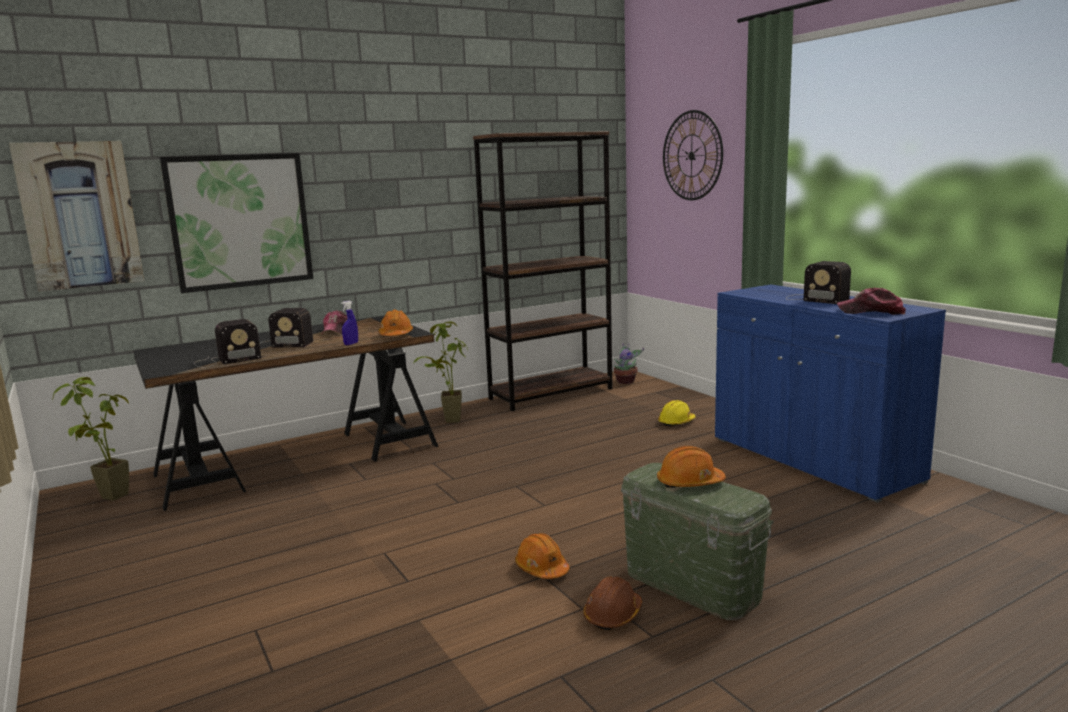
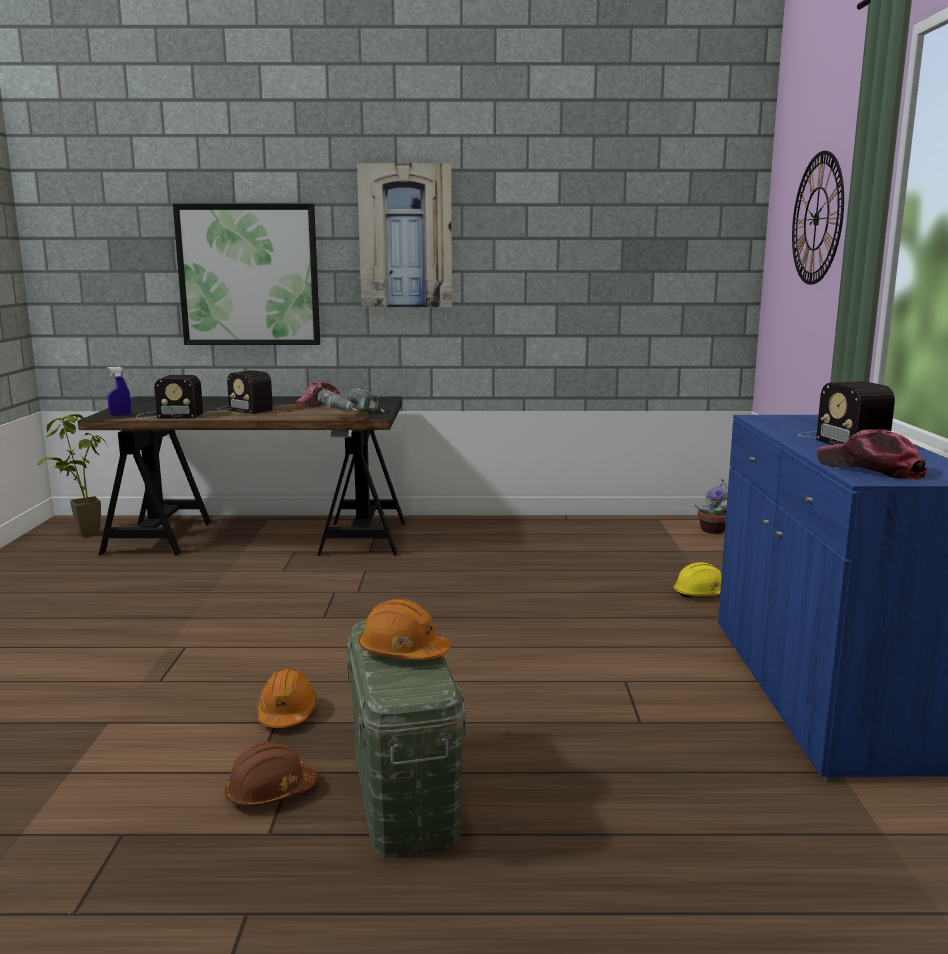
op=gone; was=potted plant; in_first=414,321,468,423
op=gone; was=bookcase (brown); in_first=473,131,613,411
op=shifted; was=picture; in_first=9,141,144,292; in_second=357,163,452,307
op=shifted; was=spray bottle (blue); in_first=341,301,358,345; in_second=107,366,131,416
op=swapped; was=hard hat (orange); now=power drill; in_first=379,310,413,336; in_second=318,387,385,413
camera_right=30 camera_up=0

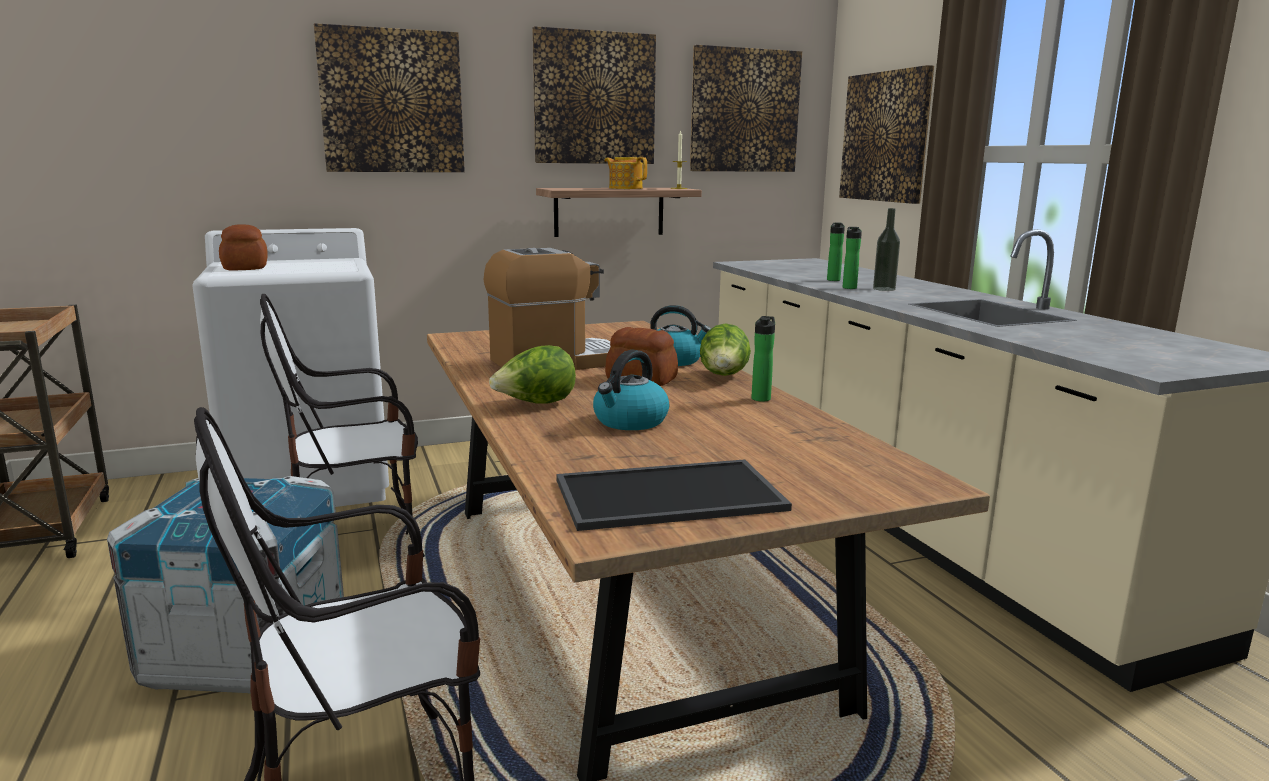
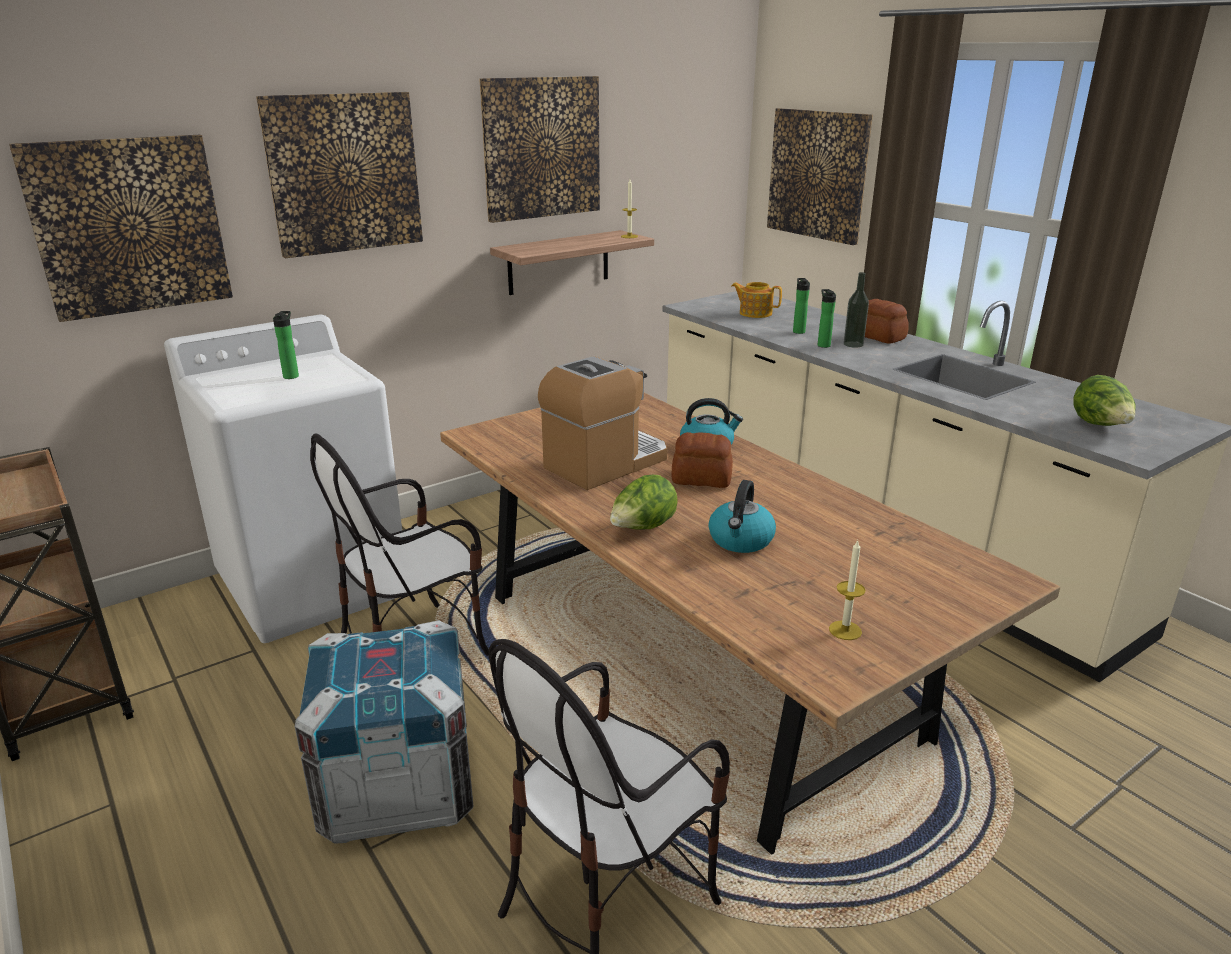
op=shifted; was=bread; in_first=219,225,267,271; in_second=865,299,909,344
op=shifted; was=teapot; in_first=604,157,647,189; in_second=732,282,782,318
op=shifted; was=picture; in_first=690,45,802,172; in_second=9,135,233,322
op=shifted; was=lettuce; in_first=700,324,751,376; in_second=1073,375,1136,426
op=shifted; was=bottle; in_first=752,316,775,402; in_second=273,311,299,379
op=swapped; was=tray; now=candle; in_first=556,459,792,531; in_second=829,540,865,640
camera_right=-15 camera_up=10

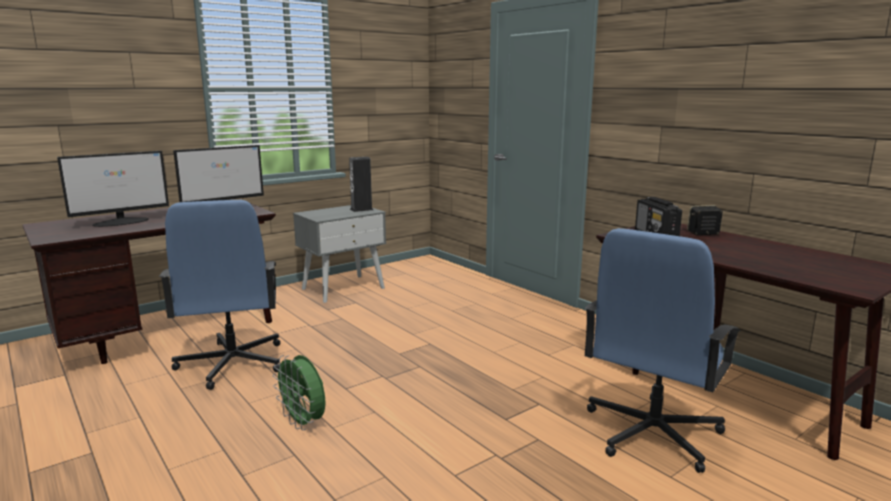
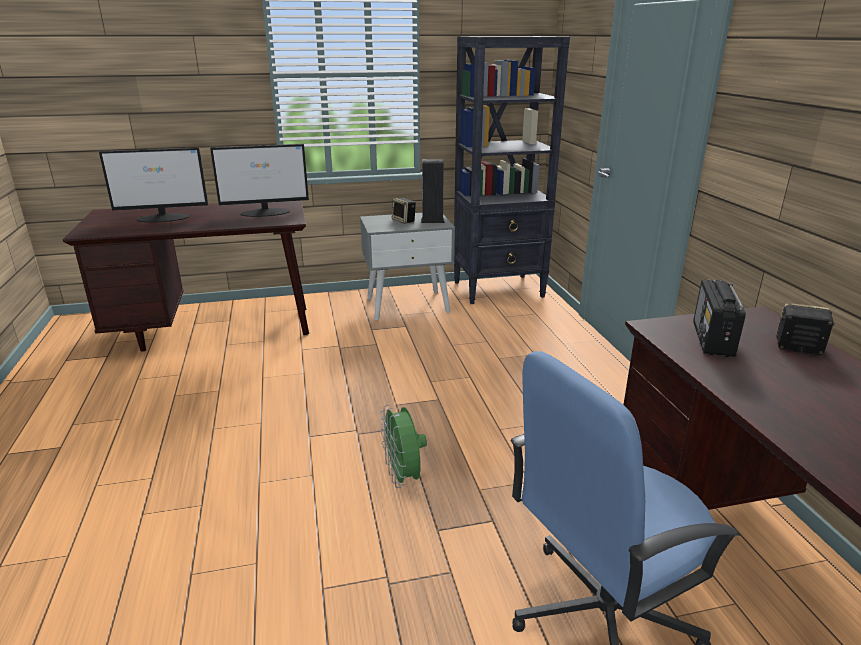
op=gone; was=office chair (blue); in_first=159,200,280,390
op=new; now=speaker; in_second=392,198,416,224
op=new; now=bookcase (black); in_second=454,36,570,304
op=shifted; was=fan (green); in_first=272,355,326,431; in_second=380,405,427,488
camera_right=25 camera_up=10

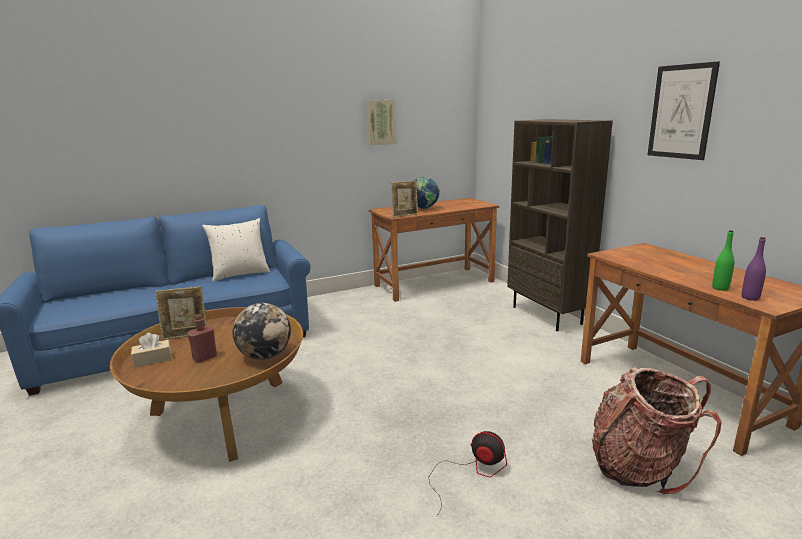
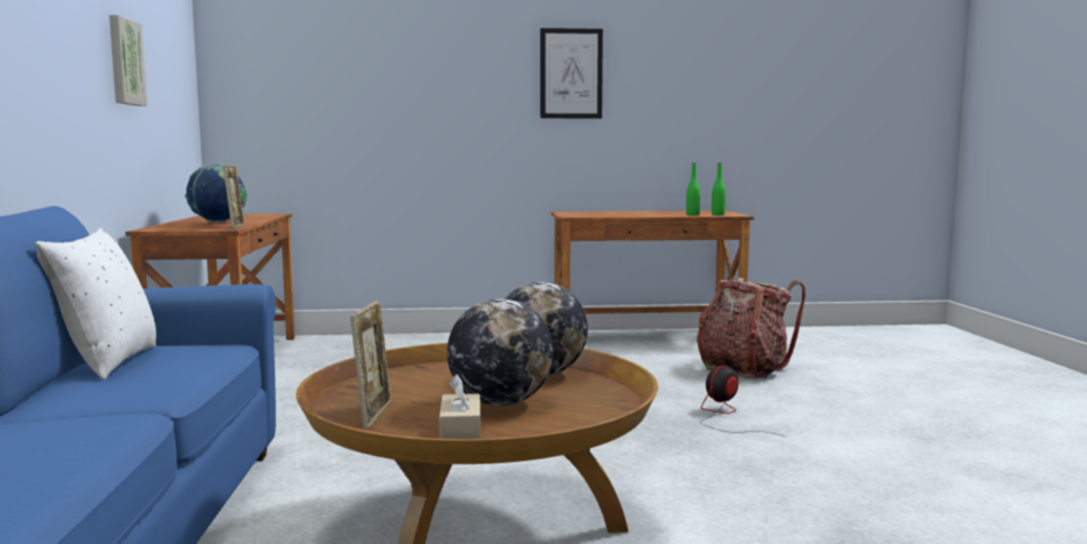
op=gone; was=bookcase (brown); in_first=507,119,613,331
op=swapped; was=bottle (red); now=globe; in_first=187,314,217,362; in_second=447,299,553,406
op=repainted; was=bottle (purple); now=bottle (green); in_first=742,237,766,301; in_second=712,163,726,215
camera_right=-70 camera_up=-10

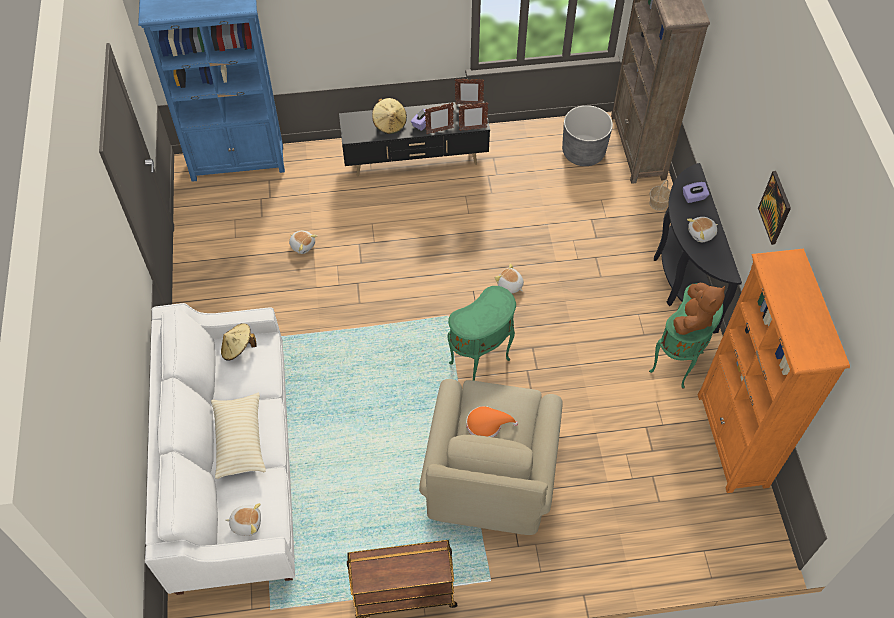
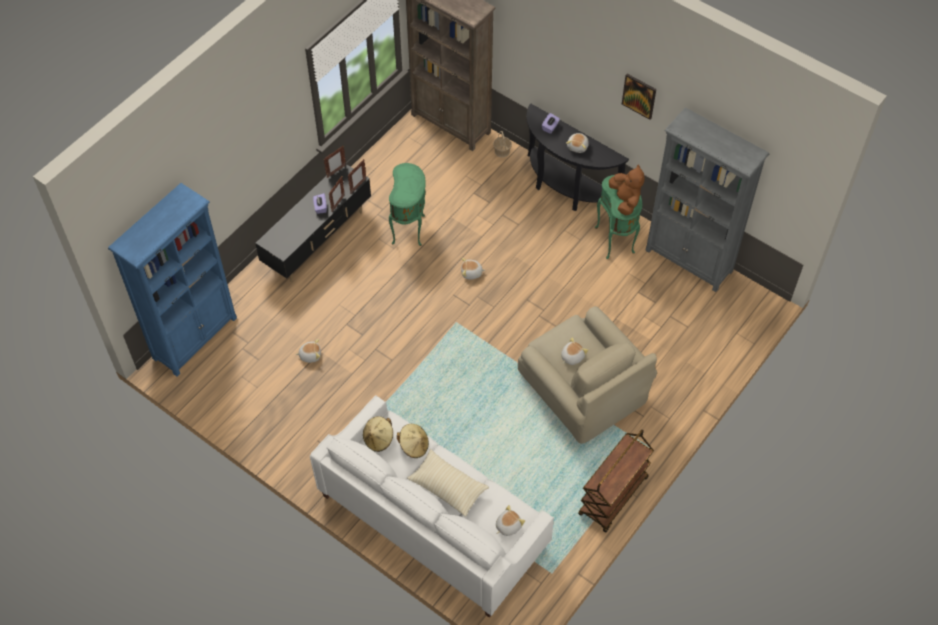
op=gone; was=planter (grey); in_first=562,105,613,166
op=shifted; was=hat (beige); in_first=372,98,407,134; in_second=397,424,429,458
op=shifted; was=side table (green); in_first=448,286,516,381; in_second=389,163,426,246
op=swapped; was=hat (orange); now=plush toy; in_first=466,406,518,437; in_second=561,337,588,365
op=repainted; was=bookcase (orange); now=bookcase (grey); in_first=698,249,850,493; in_second=645,108,769,292
camera_right=-45 camera_up=0

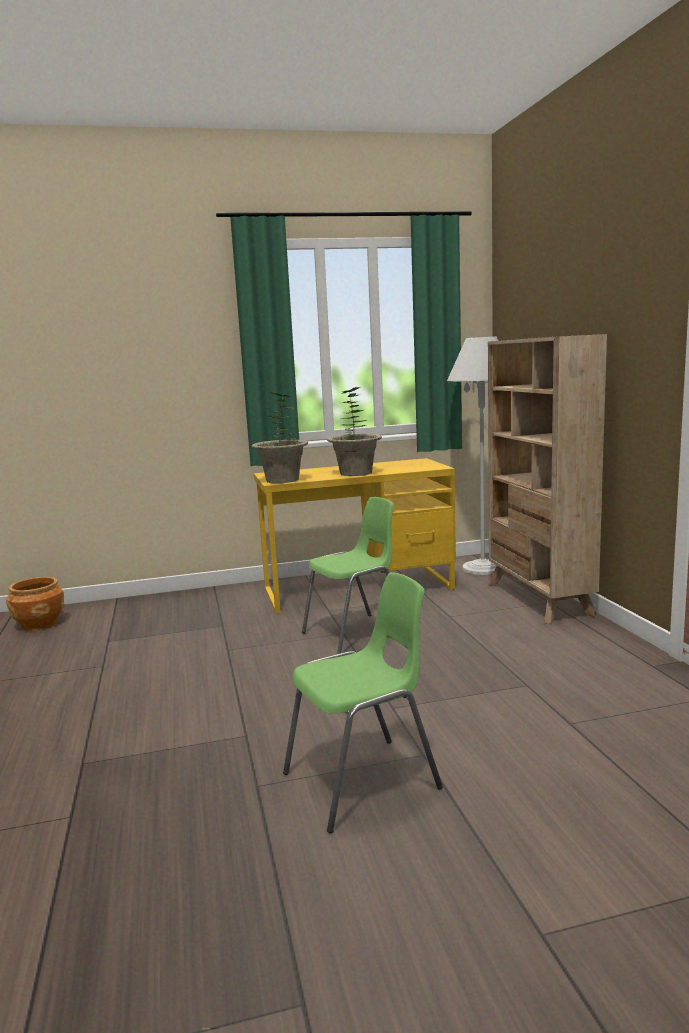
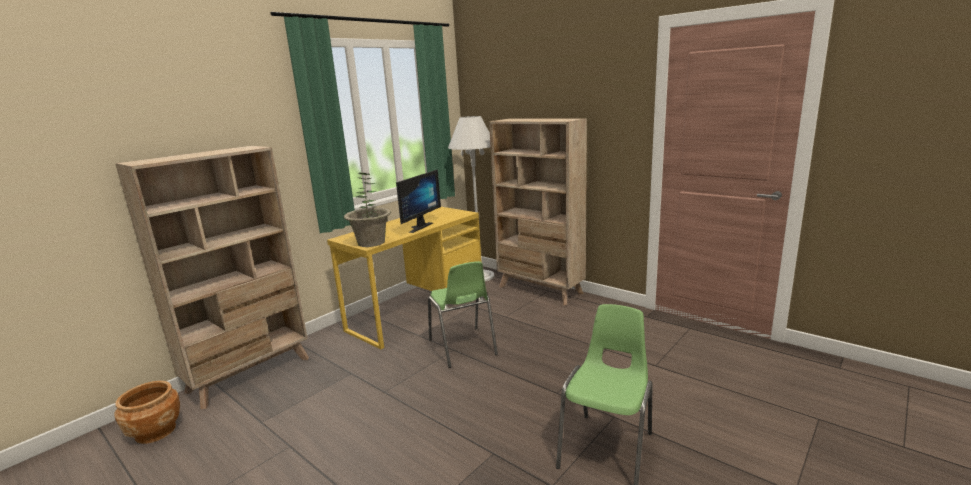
op=new; now=bookcase (beige); in_second=115,146,309,409
op=swapped; was=potted plant; now=monitor; in_first=327,387,382,476; in_second=396,170,441,233
op=rotated; was=chair (green); in_first=302,497,394,654; in_second=428,261,498,368; clockwise=135
camera_right=-35 camera_up=5

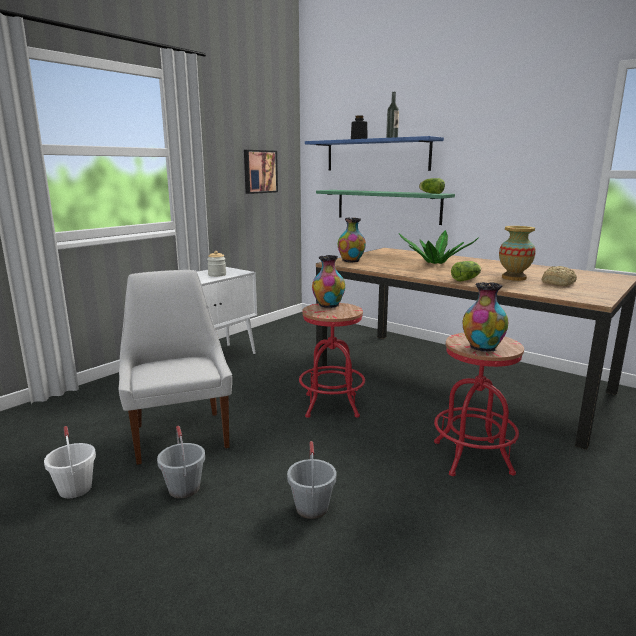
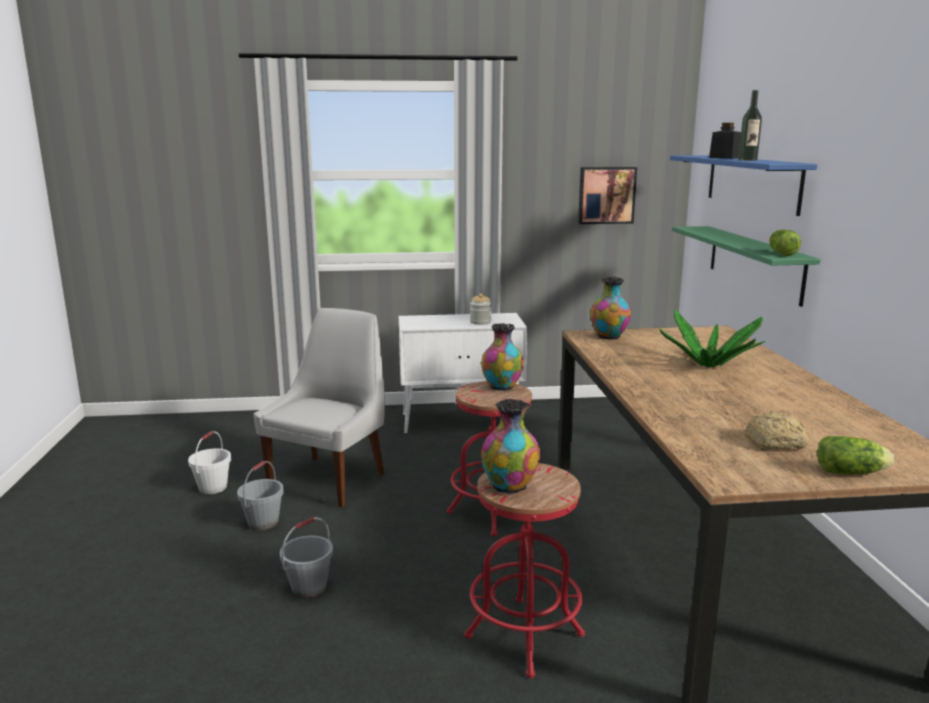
op=gone; was=vase; in_first=499,226,536,281
op=shifted; was=lettuce; in_first=451,261,481,282; in_second=817,436,894,474
camera_right=45 camera_up=0

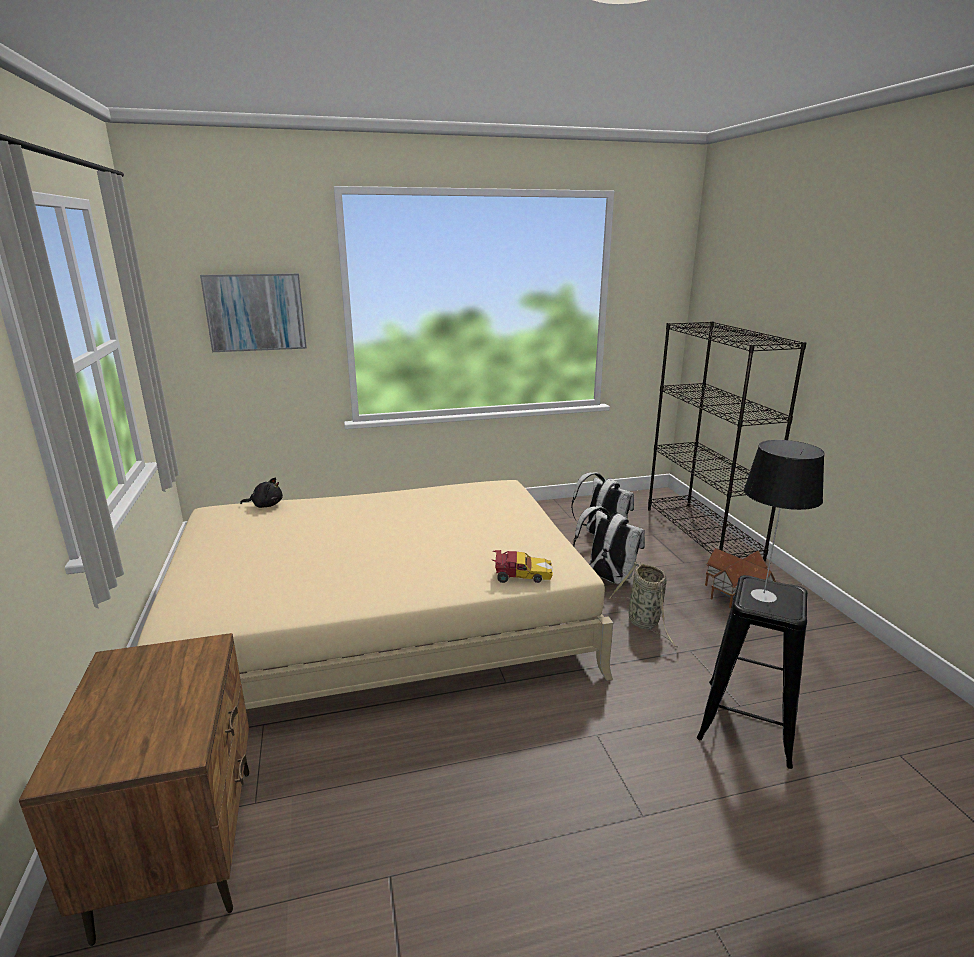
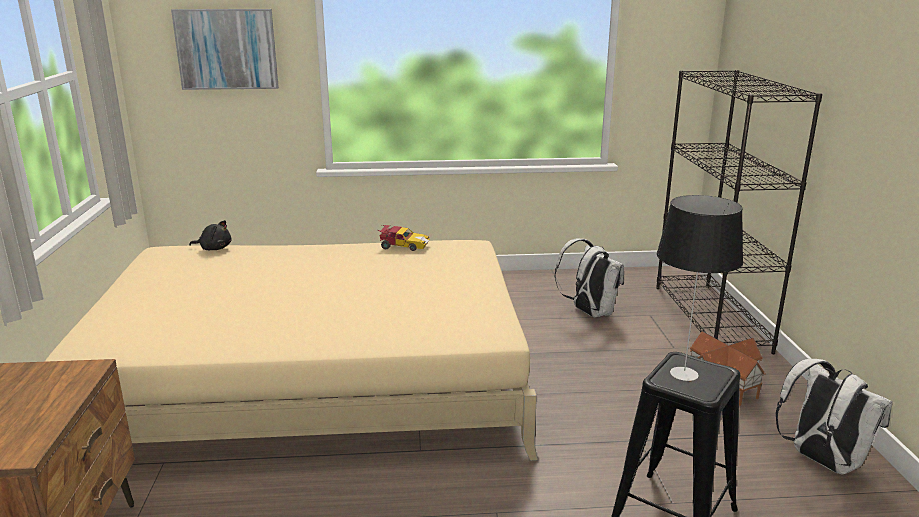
op=gone; was=basket; in_first=609,562,678,647
op=shifted; was=toy car; in_first=491,550,553,583; in_second=378,225,430,251
op=shifted; was=backpack (white); in_first=573,506,645,584; in_second=776,359,893,475
camera_right=10 camera_up=0

